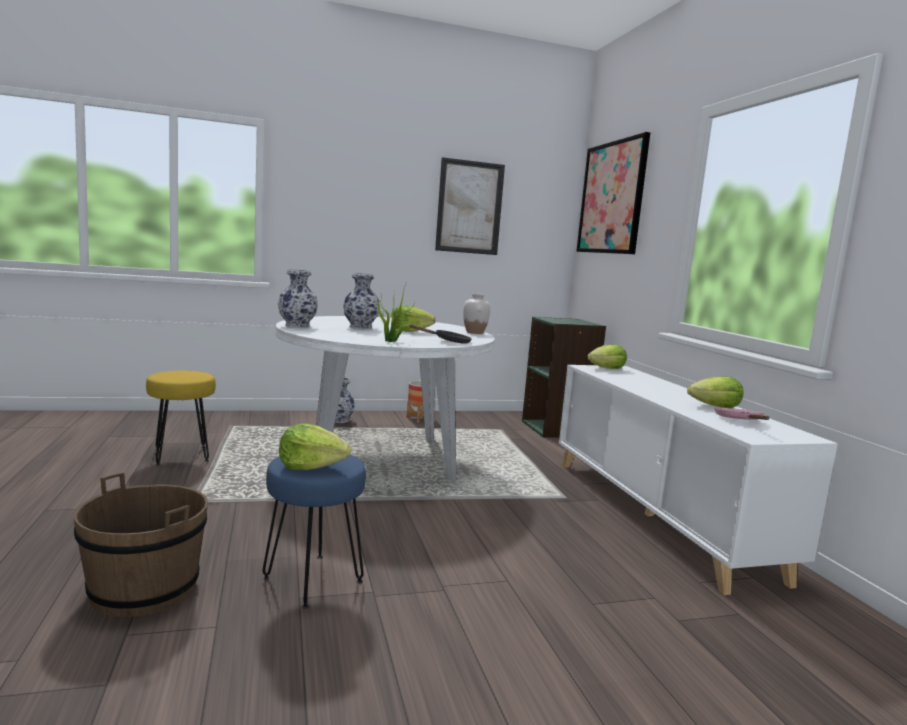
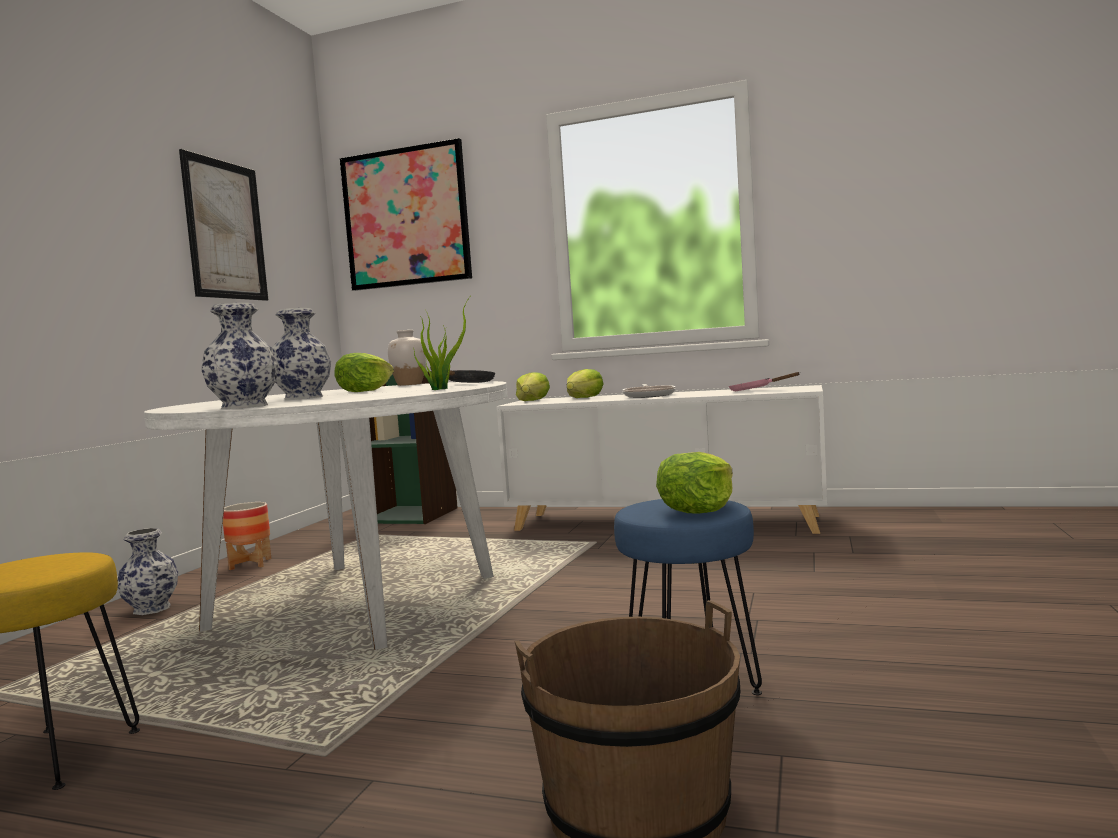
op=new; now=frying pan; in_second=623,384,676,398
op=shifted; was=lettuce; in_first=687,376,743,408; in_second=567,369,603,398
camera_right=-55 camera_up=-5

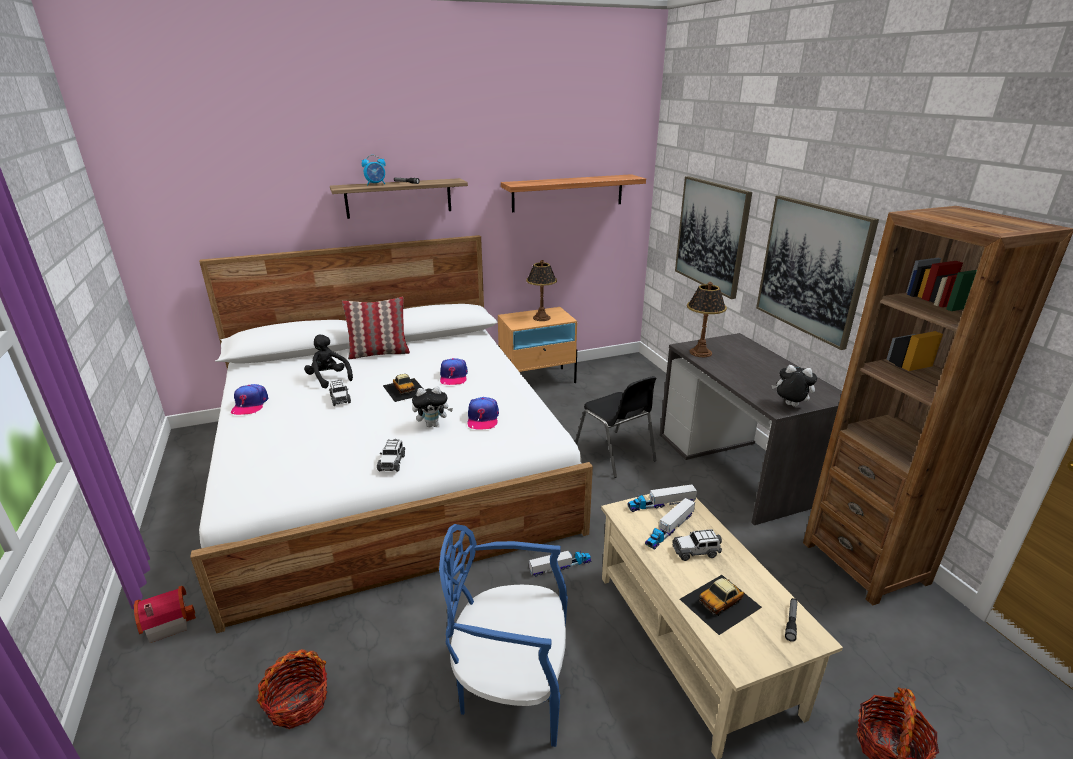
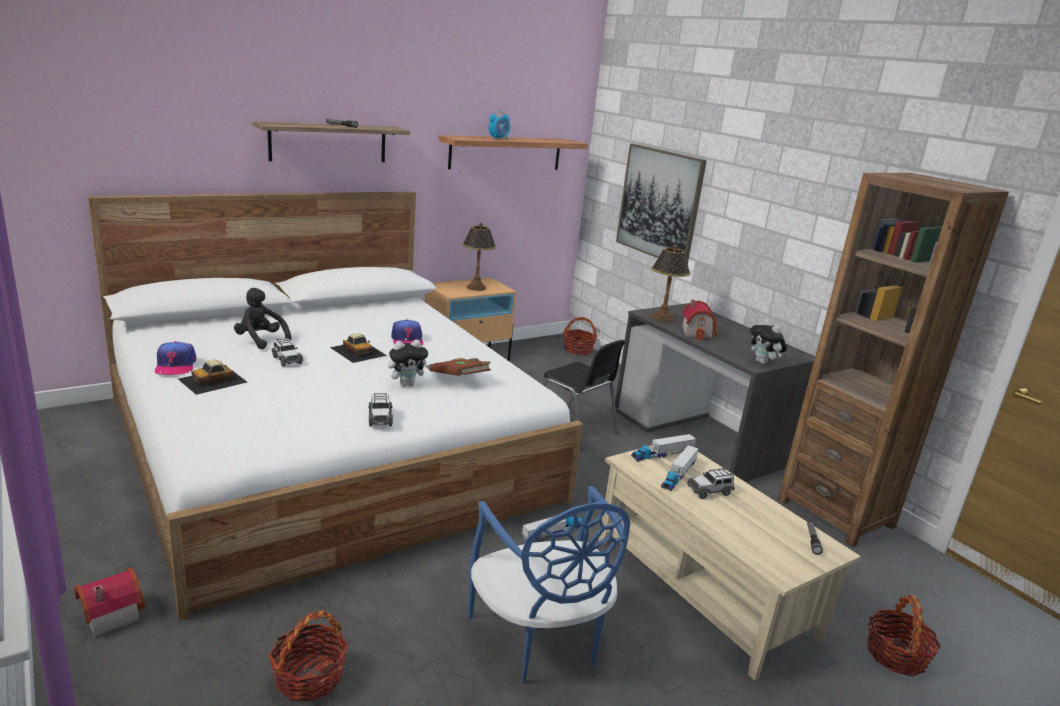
op=gone; was=pillow; in_first=342,297,410,359
op=gone; was=picture; in_first=756,195,879,350
op=new; now=basket; in_second=563,317,597,355
op=new; now=toy house; in_second=682,300,718,340
op=shifted; was=alarm clock; in_first=362,155,386,185; in_second=488,110,510,140
op=shifted; was=toy car; in_first=680,575,762,635; in_second=178,360,247,395
op=swapped; was=cap; now=book (brown); in_first=468,397,499,429; in_second=429,358,491,376
op=rotated; was=chair (blue); in_first=439,524,568,747; in_second=468,486,630,683; clockwise=-105
op=rotated; was=plush toy; in_first=771,365,817,407; in_second=750,319,787,364; clockwise=-135
camera_right=-15 camera_up=-5

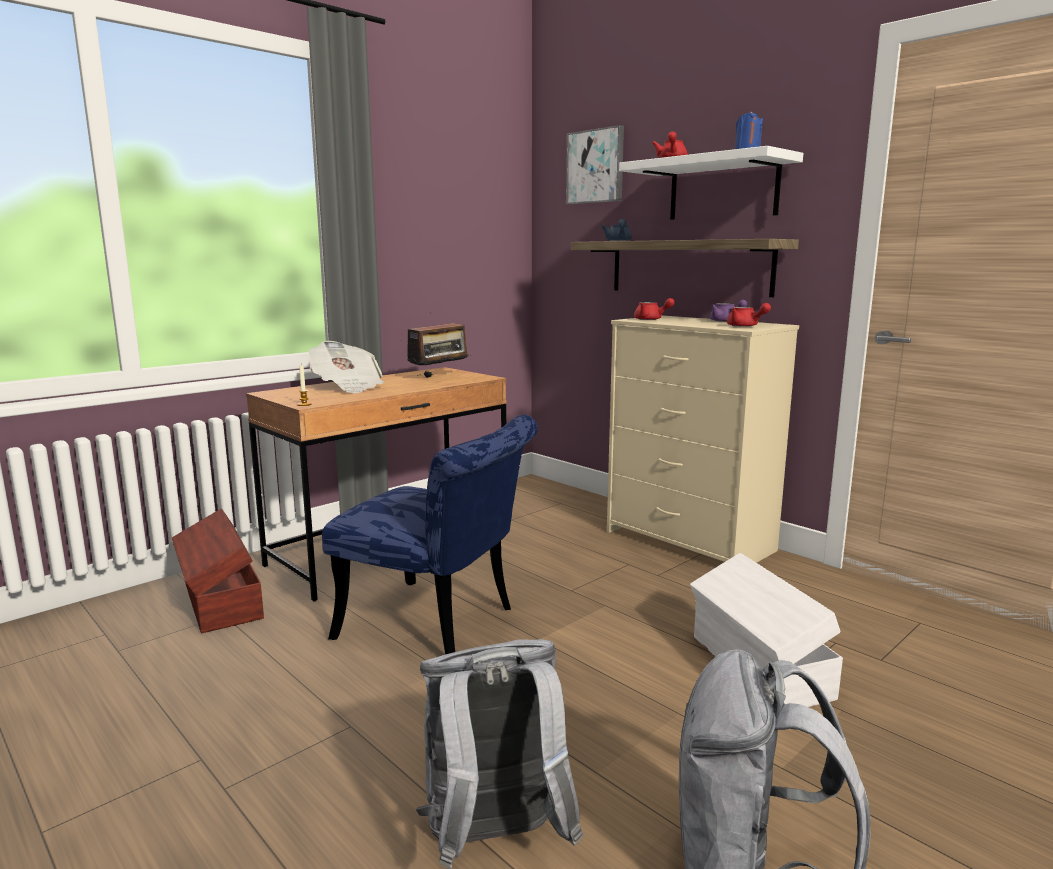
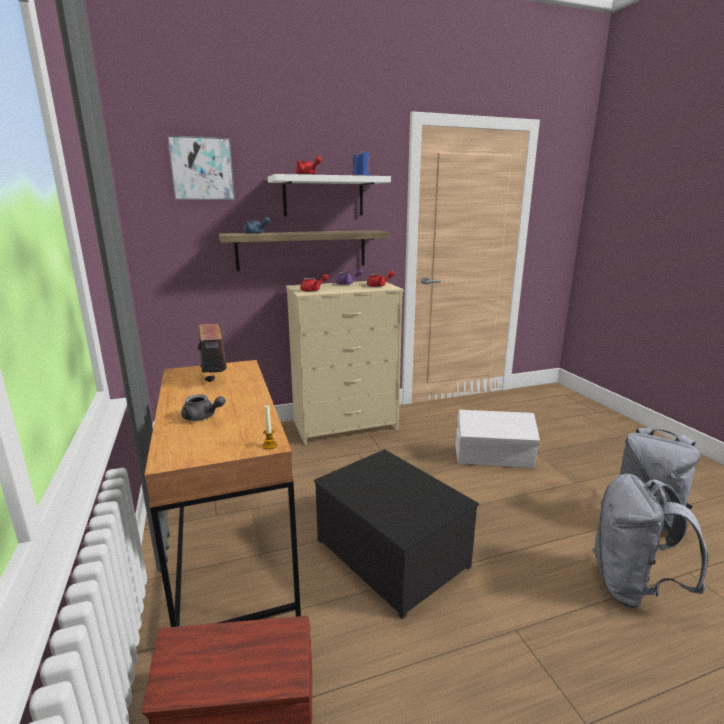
op=swapped; was=newspaper; now=teapot (grey); in_first=308,341,384,393; in_second=181,394,225,421
op=swapped; was=chair (blue); now=storage box; in_first=322,415,538,654; in_second=314,449,479,619
camera_right=-65 camera_up=5

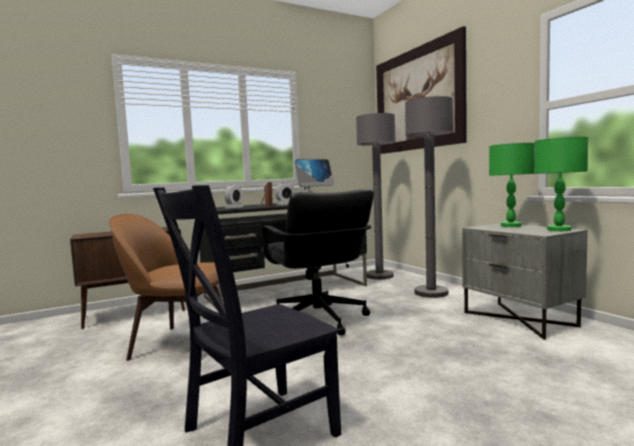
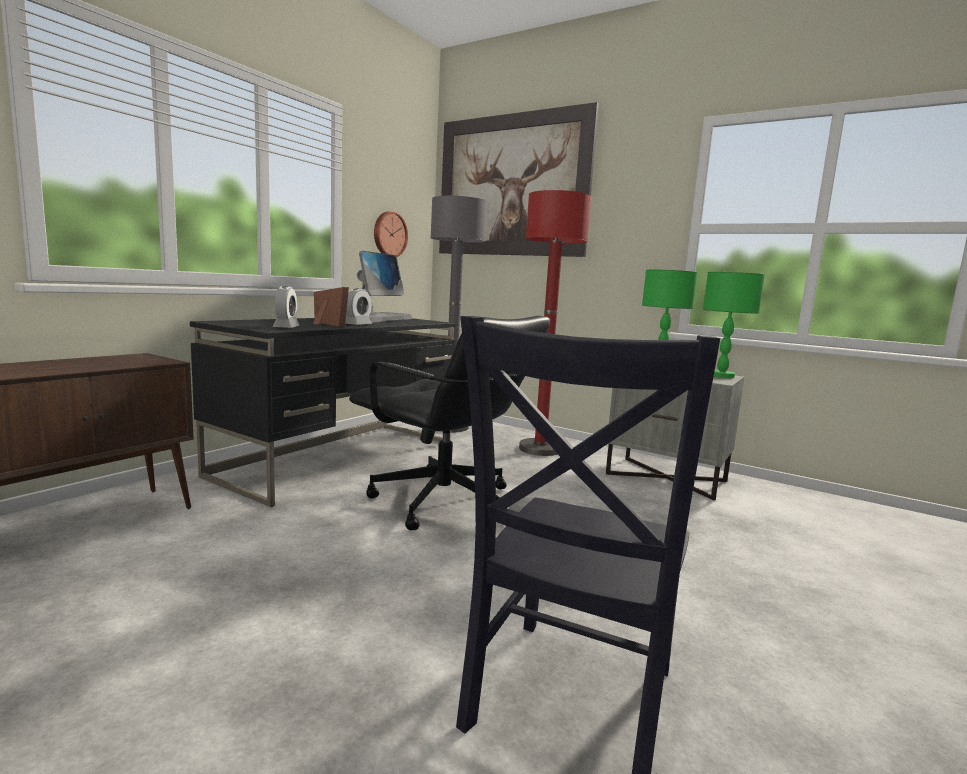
op=gone; was=chair (brown); in_first=109,214,222,361
op=new; now=wall clock; in_second=374,211,408,257
op=repainted; was=floor lamp (grey); now=floor lamp (red); in_first=405,96,453,298; in_second=519,190,591,456
camera_right=-30 camera_up=5

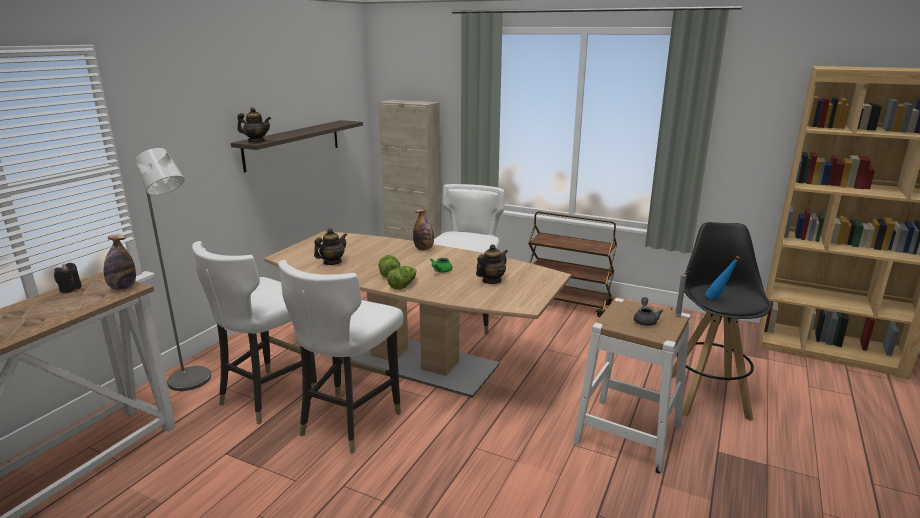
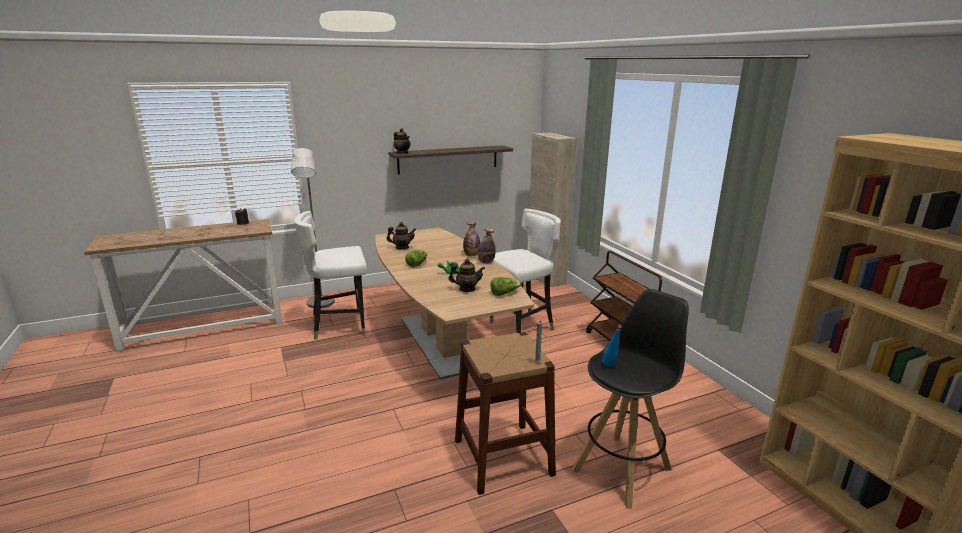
op=gone; was=chair (white); in_first=278,260,403,453
op=gone; was=teapot (grey); in_first=634,297,663,326
op=shifted; was=bottle; in_first=104,235,136,290; in_second=478,228,496,264
op=shifted; was=lettuce; in_first=387,266,416,290; in_second=491,277,521,296
op=repainted; was=stool (white); now=stool (brown); in_first=573,298,691,474; in_second=455,332,556,495
camera_right=40 camera_up=0

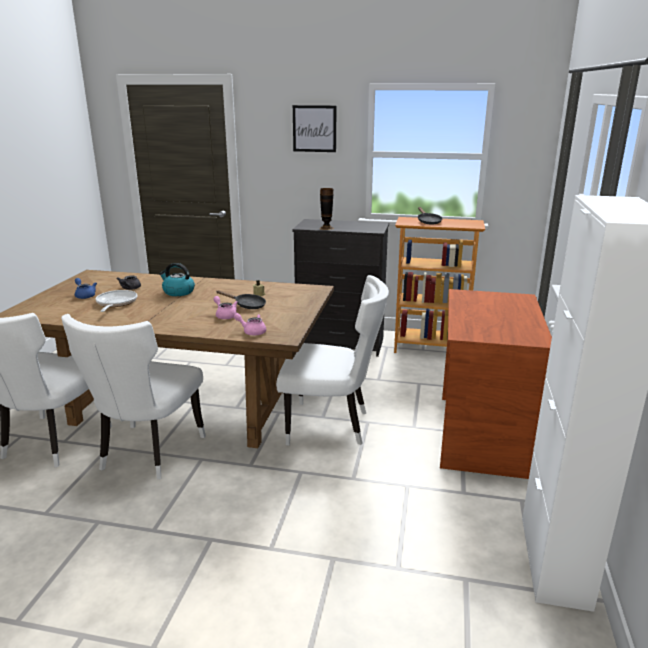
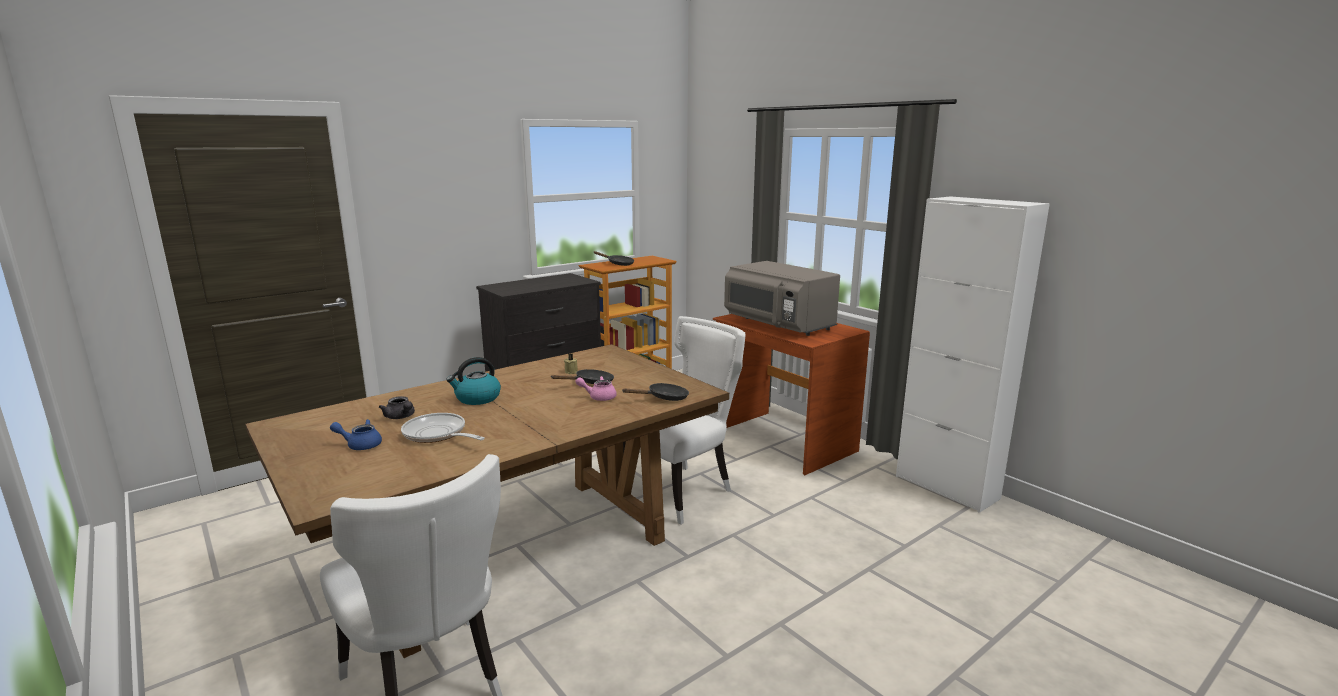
op=gone; was=chair (white); in_first=61,314,206,480
op=gone; was=picture; in_first=293,105,337,152
op=gone; was=vase; in_first=319,188,334,230
op=new; now=microwave (grey); in_second=724,261,840,336
op=swapped; was=teapot (pink); now=frying pan (black); in_first=234,313,266,335; in_second=622,383,689,401
camera_right=-50 camera_up=-5

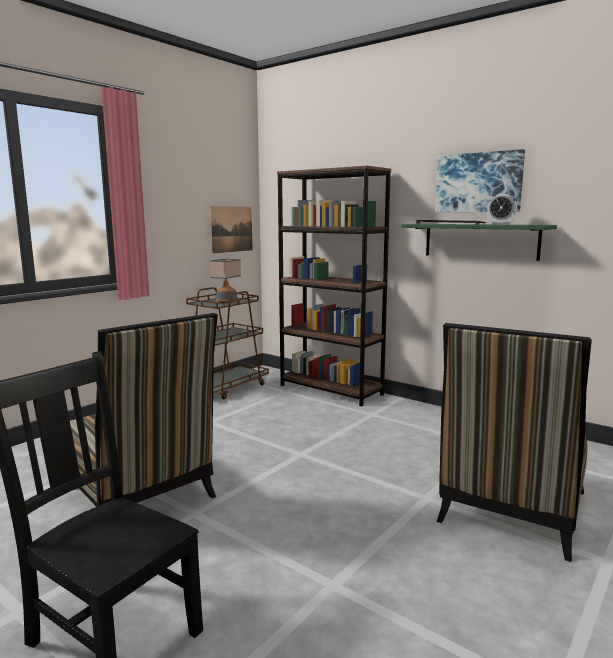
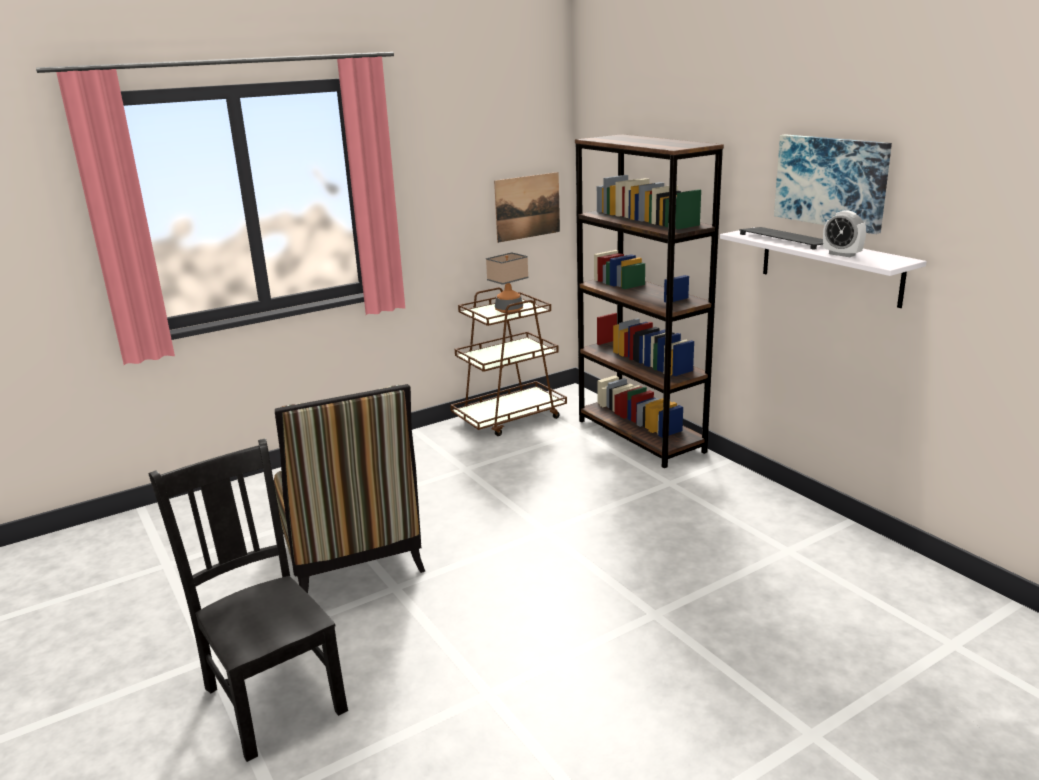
op=gone; was=chair; in_first=437,323,592,562
op=repainted; was=shelf (green); now=shelf (white); in_first=401,224,557,261; in_second=720,227,927,308
camera_right=20 camera_up=10

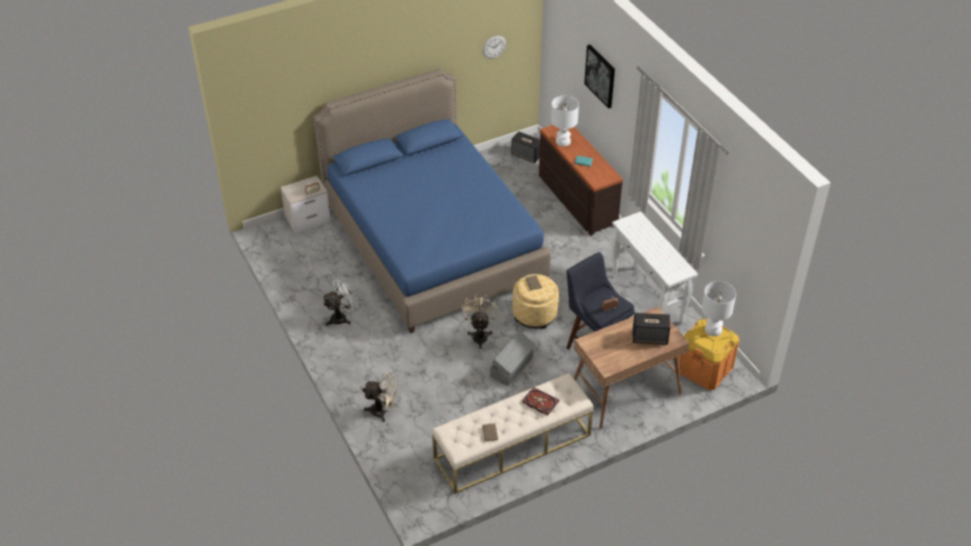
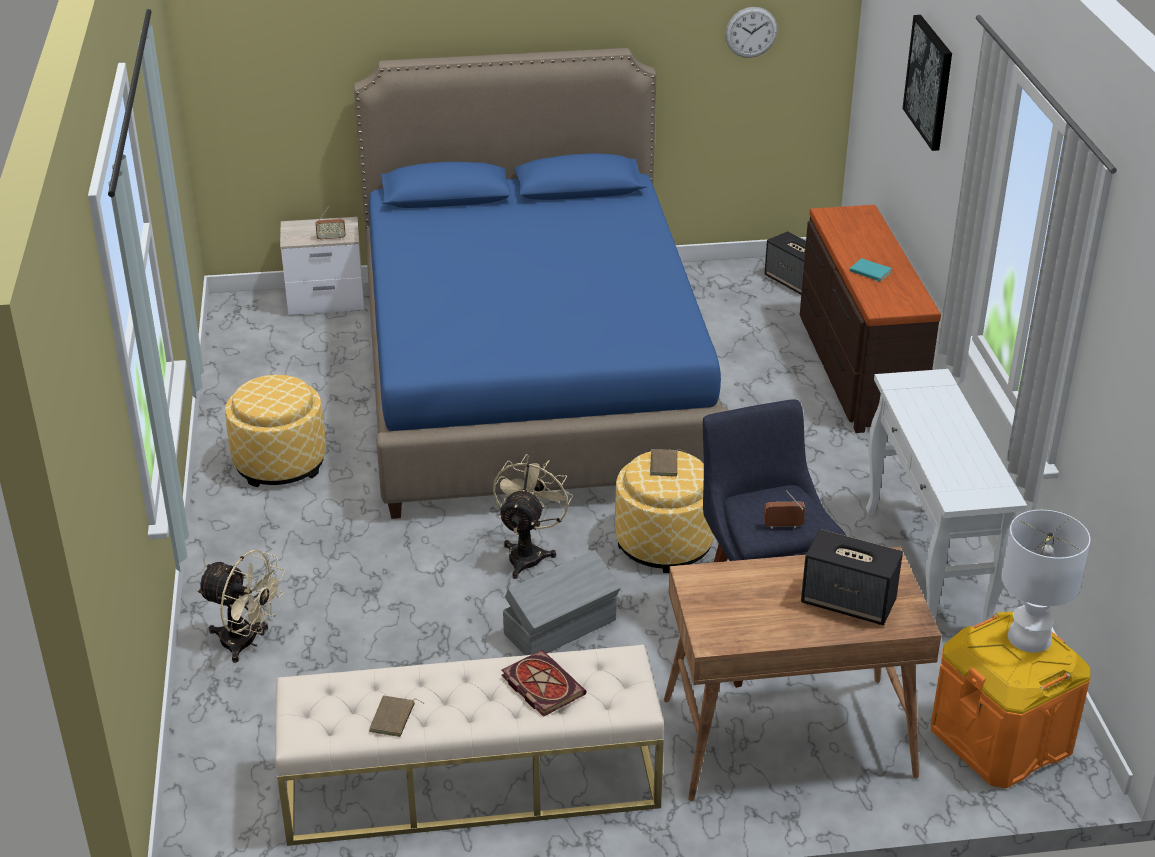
op=gone; was=table lamp (white); in_first=551,96,579,146
op=swapped; was=fan (white); now=ottoman; in_first=323,277,359,326; in_second=225,375,326,487
camera_right=20 camera_up=-10

